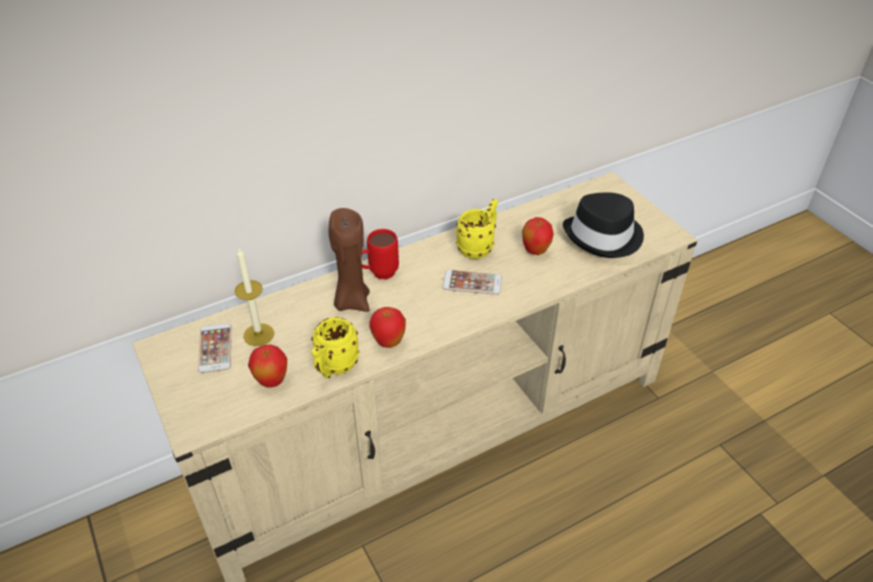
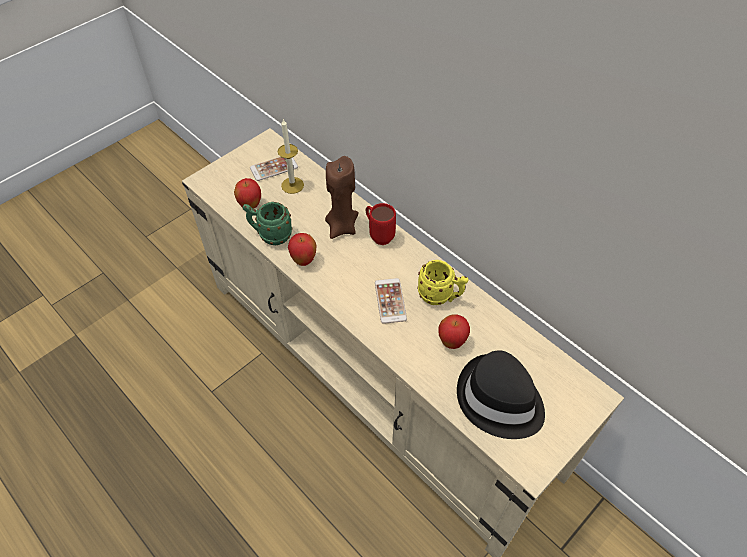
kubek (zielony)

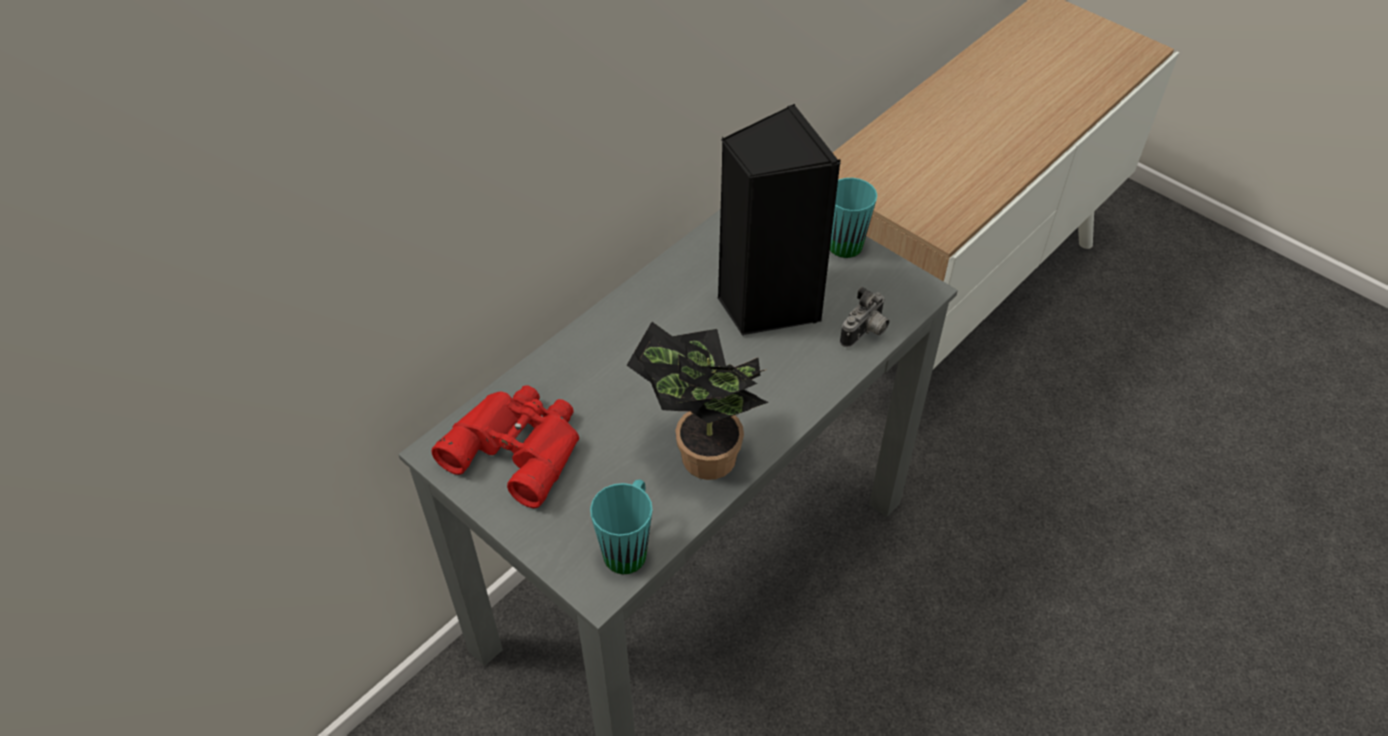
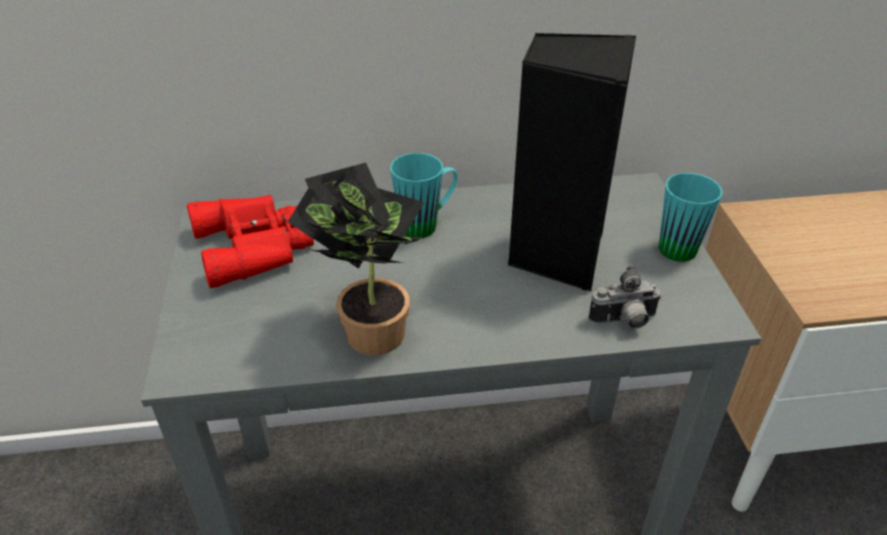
kubek (turkusowy) (no. 1 from left)

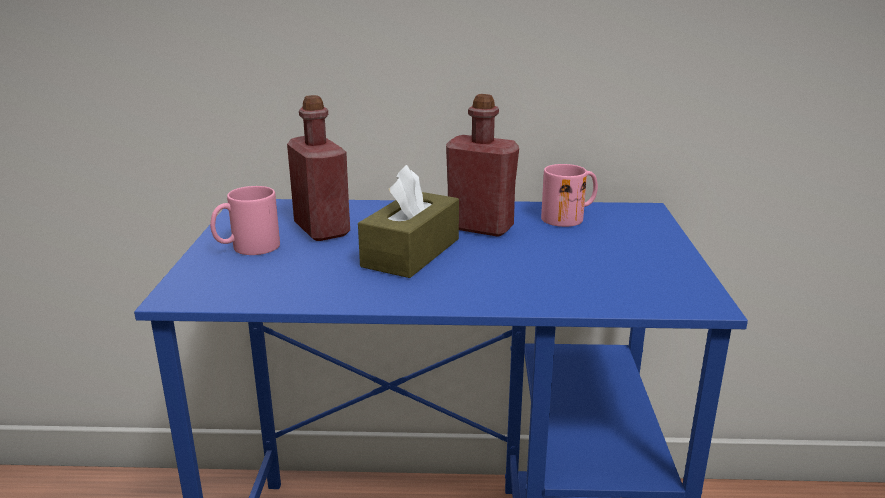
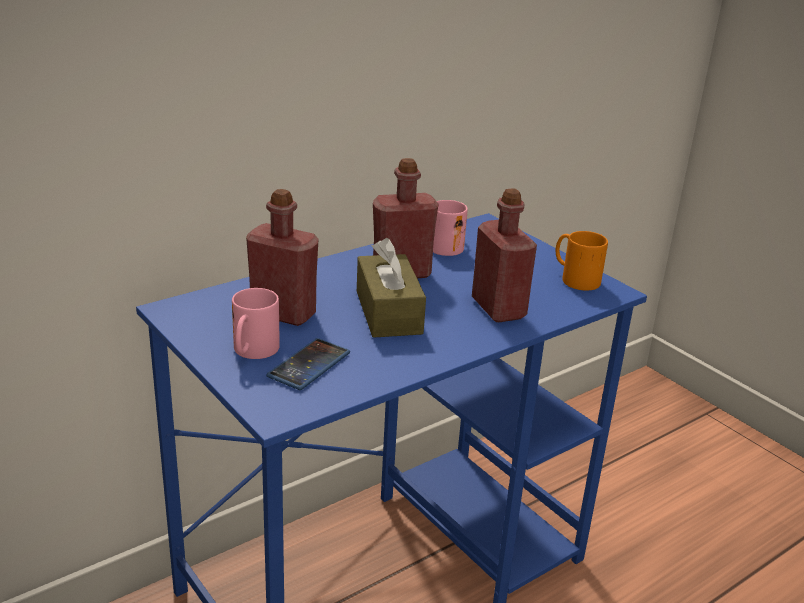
telefon
butelka (czerwony) (no. 3 from left)
kubek (pomarańczowy)

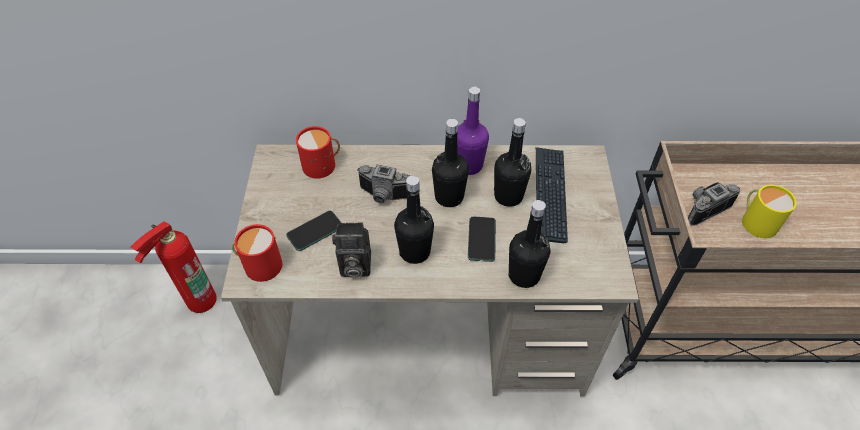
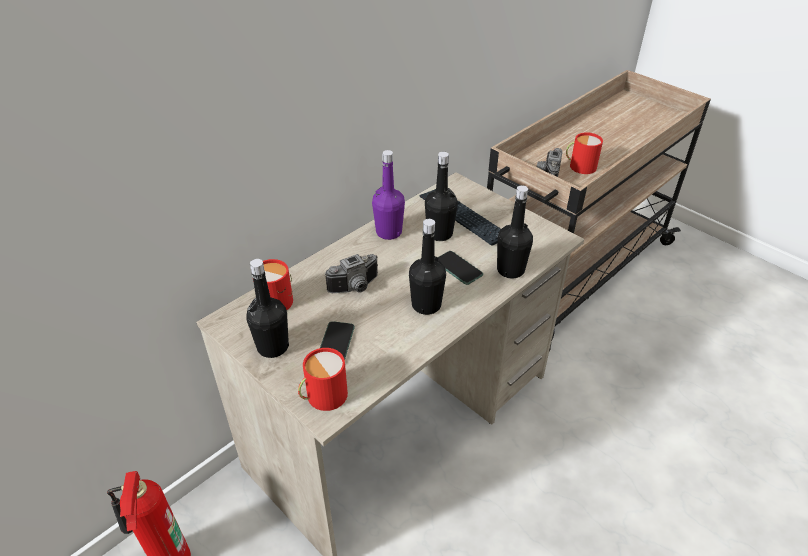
aparat fotograficzny (no. 1 from left in the first image)
butelka (czarny) (no. 1 from left)
kubek (czerwony) (no. 3 from left)

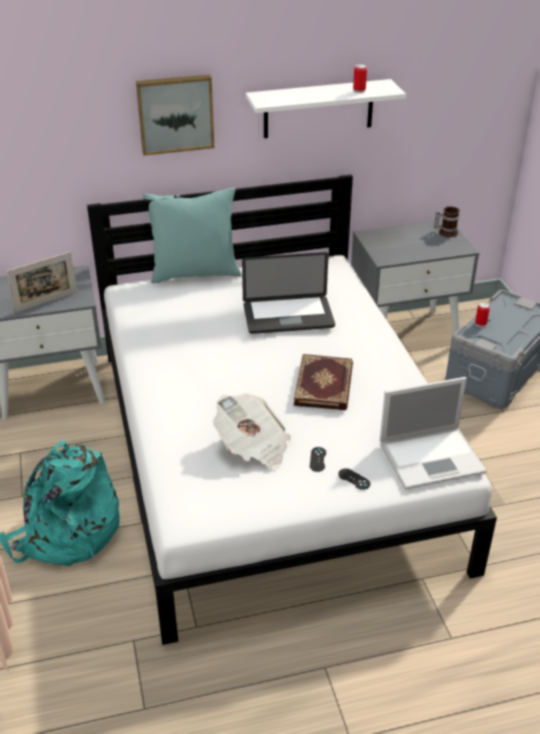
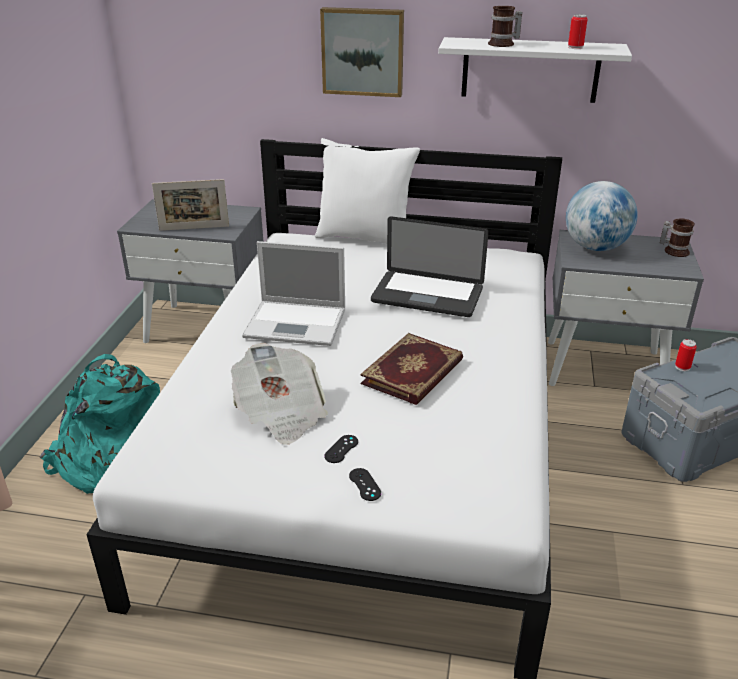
poduszka (biały)
laptop (no. 1 from left)
kubek (no. 1 from left)
globus

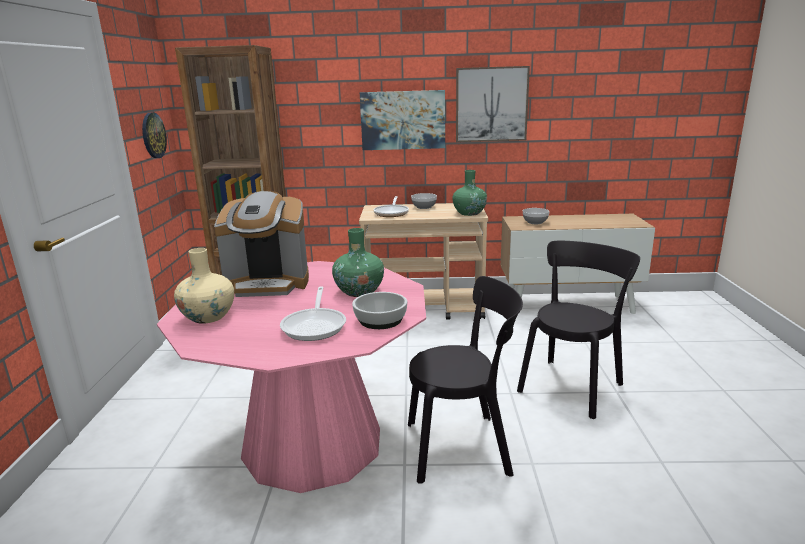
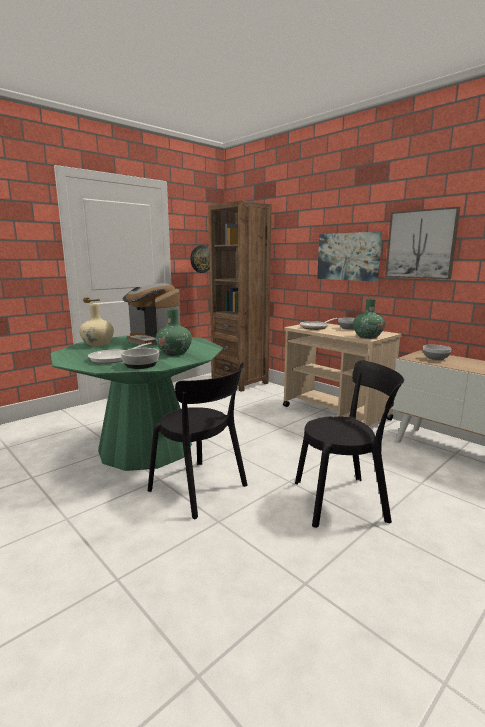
stół jadalny (zielony)

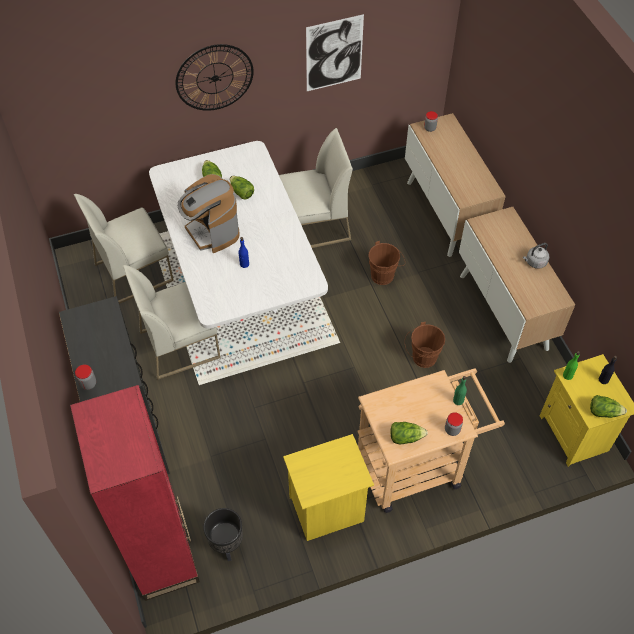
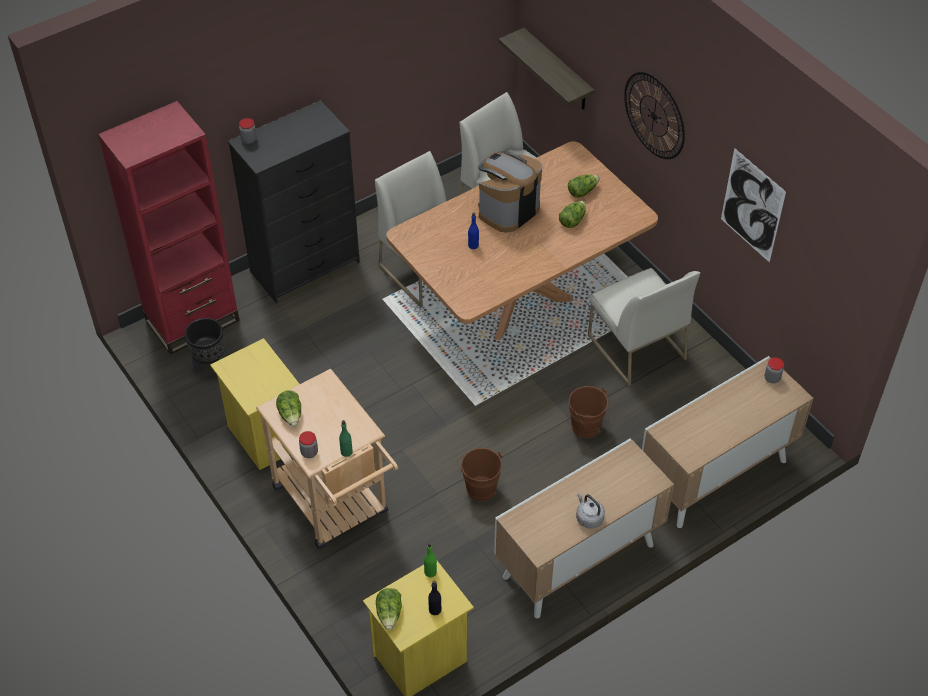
stół jadalny (brązowy)
półka

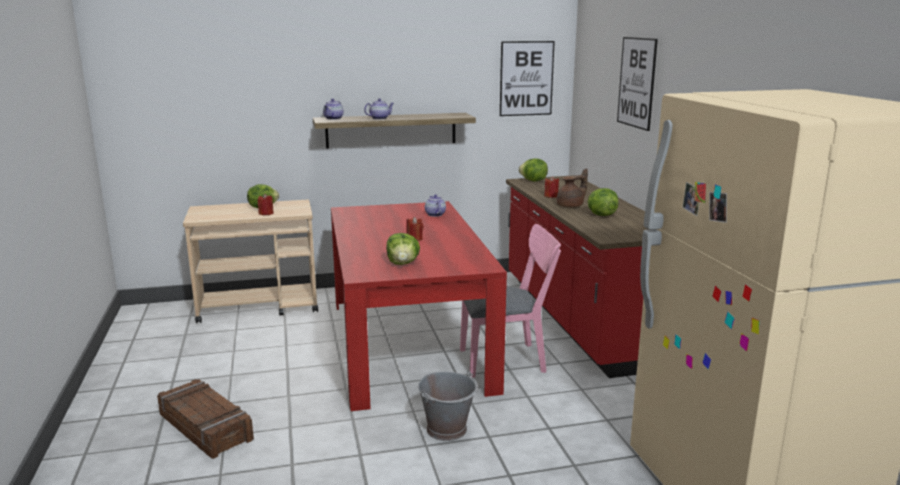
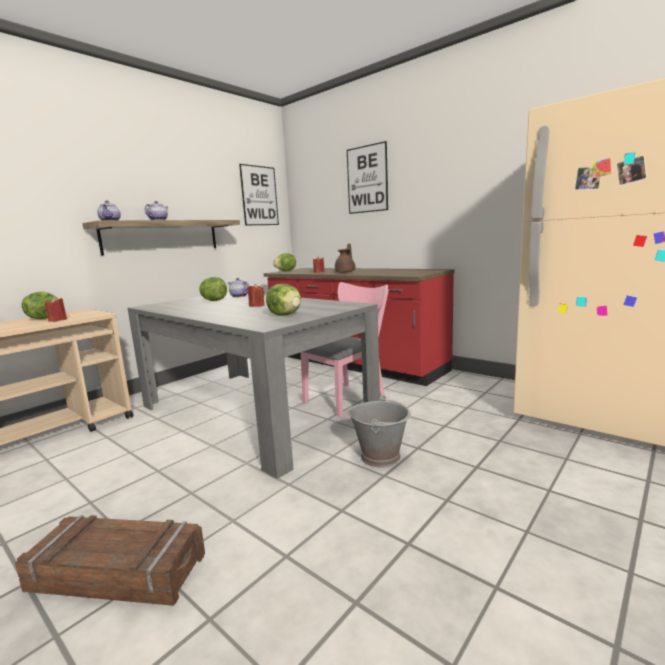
stół jadalny (szary)
sałata (no. 2 from left)

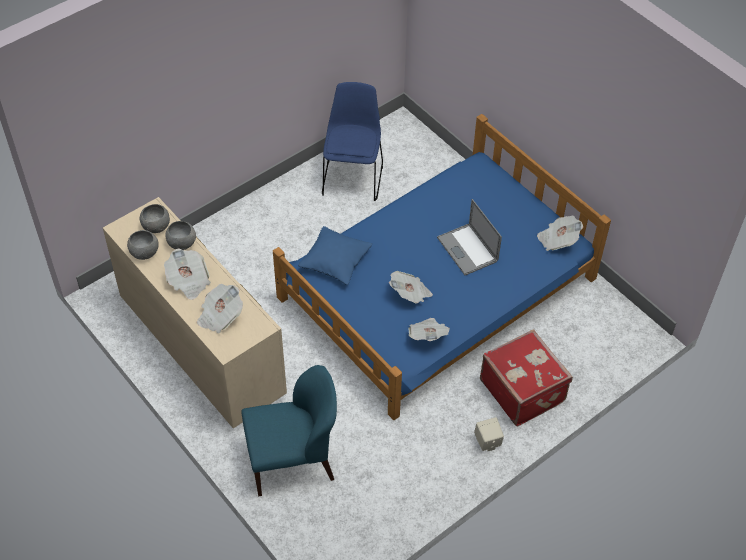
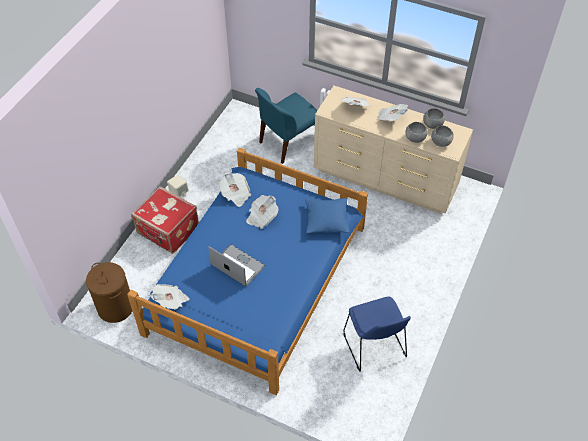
kosz na pranie (brązowy)

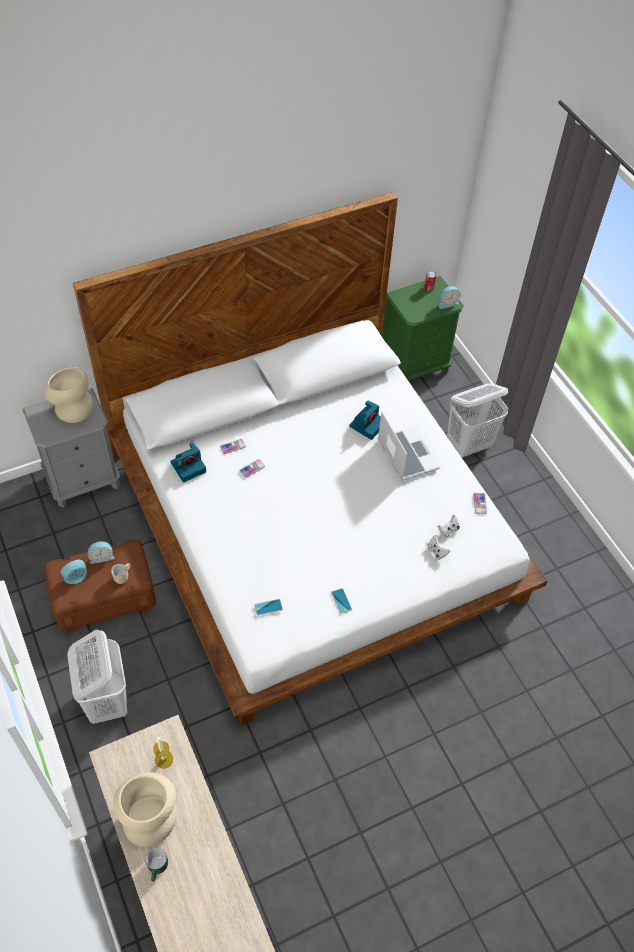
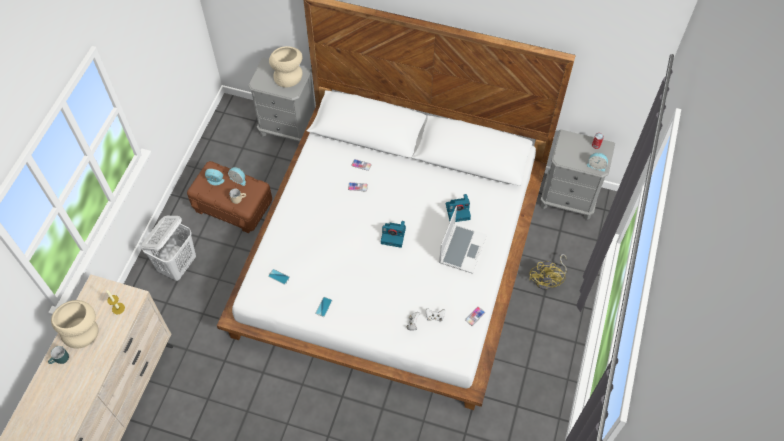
aparat fotograficzny (no. 1 from left)
szafka nocna (szary) (no. 2 from left)
wentylator (żółty)

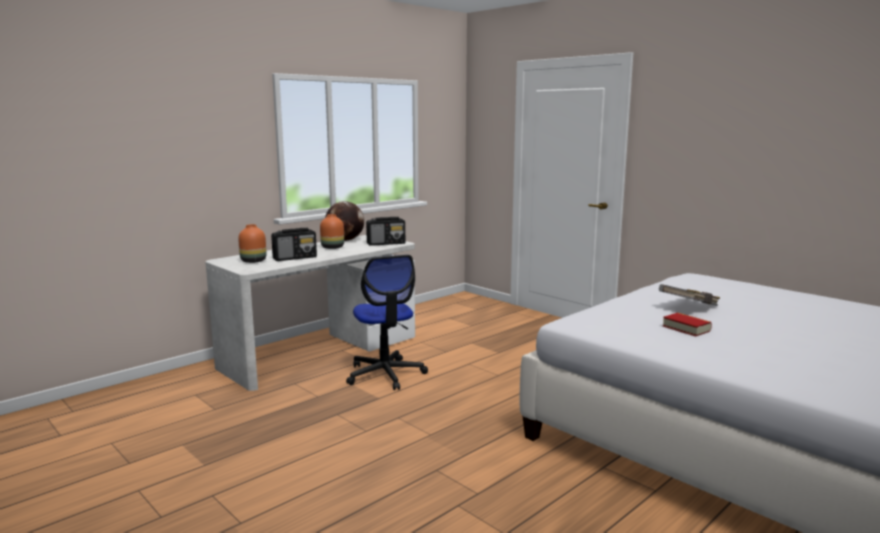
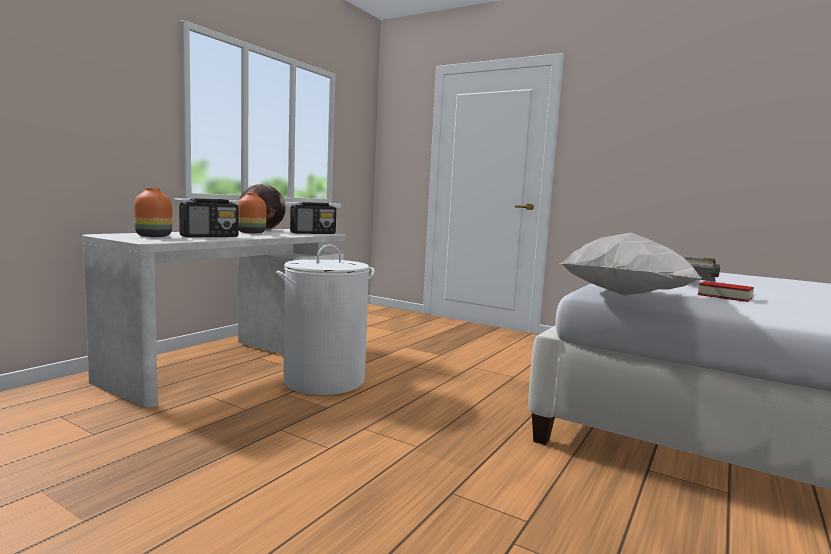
kosz na pranie (biały)
poduszka (biały)

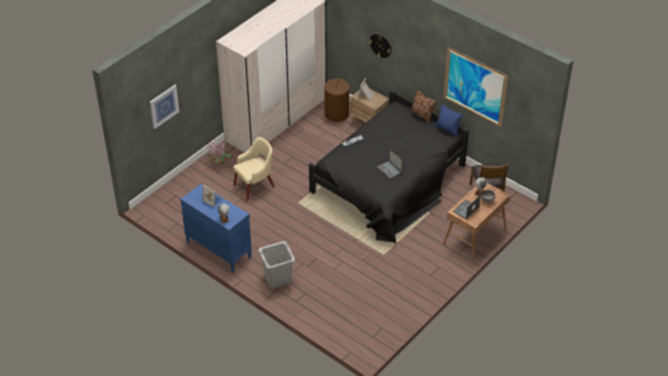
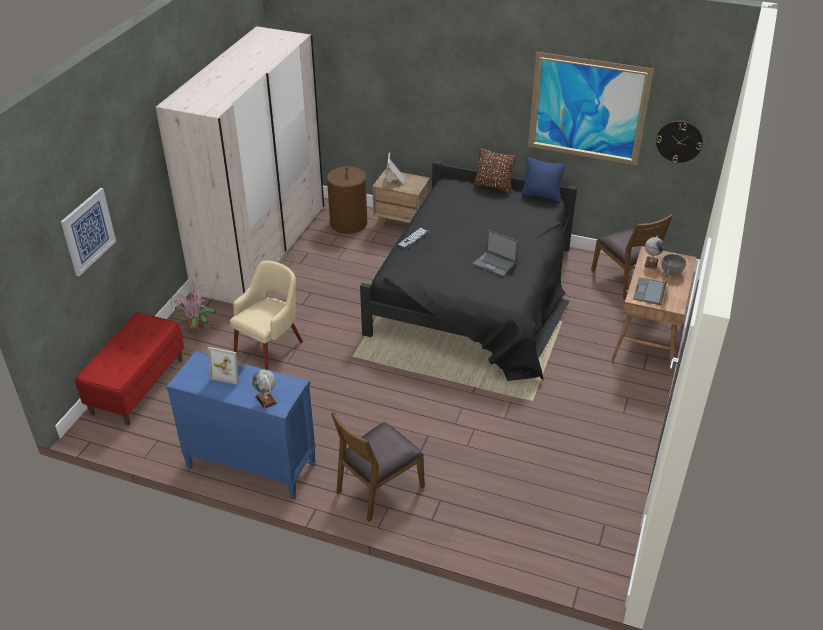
krzesło (brązowy) (no. 1 from left)
zegar ścienny
ławka (czerwony)

